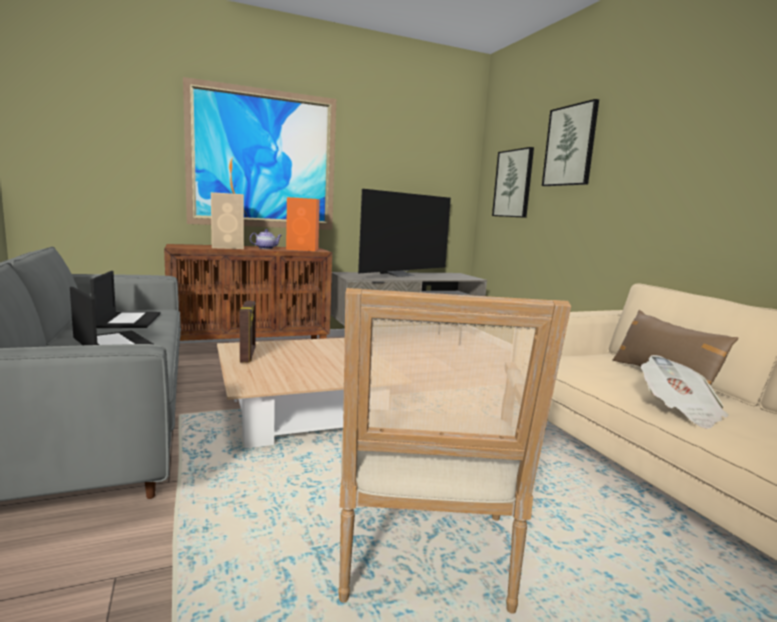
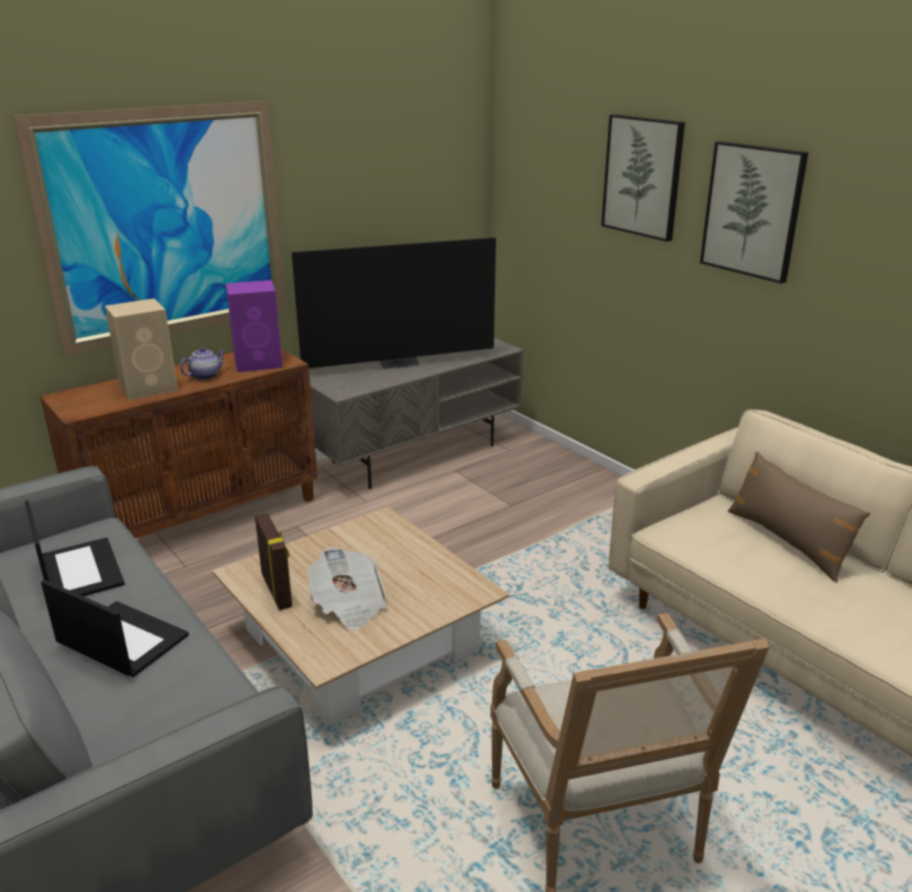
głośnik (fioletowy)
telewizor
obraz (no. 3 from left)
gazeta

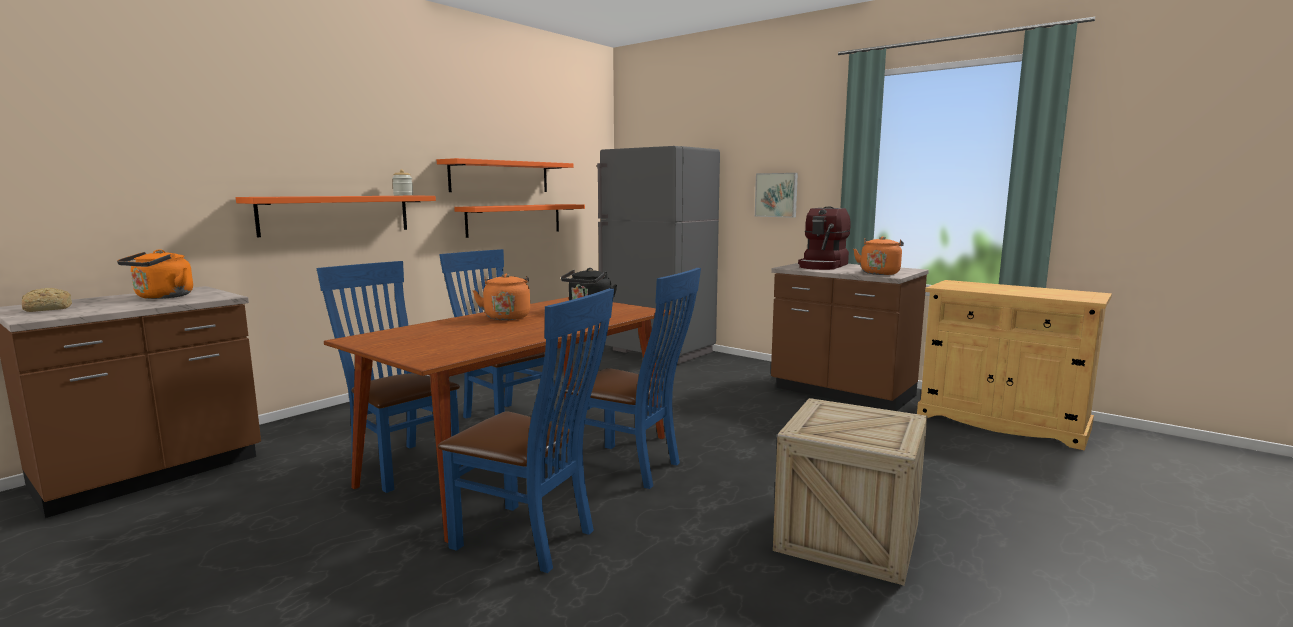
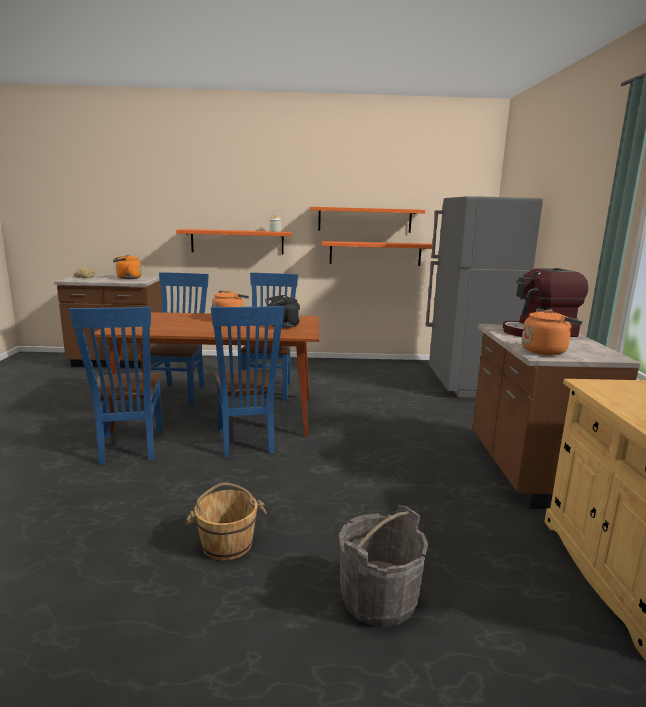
obraz
wiadro (brązowy)
wiadro (szary)

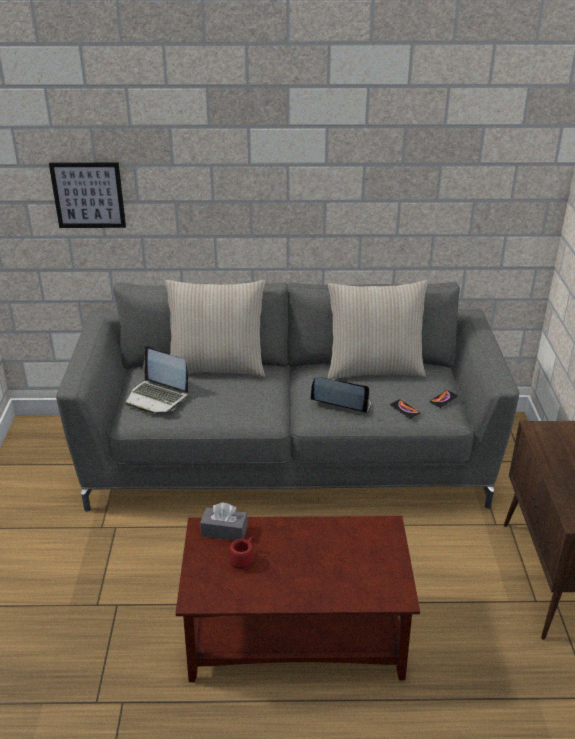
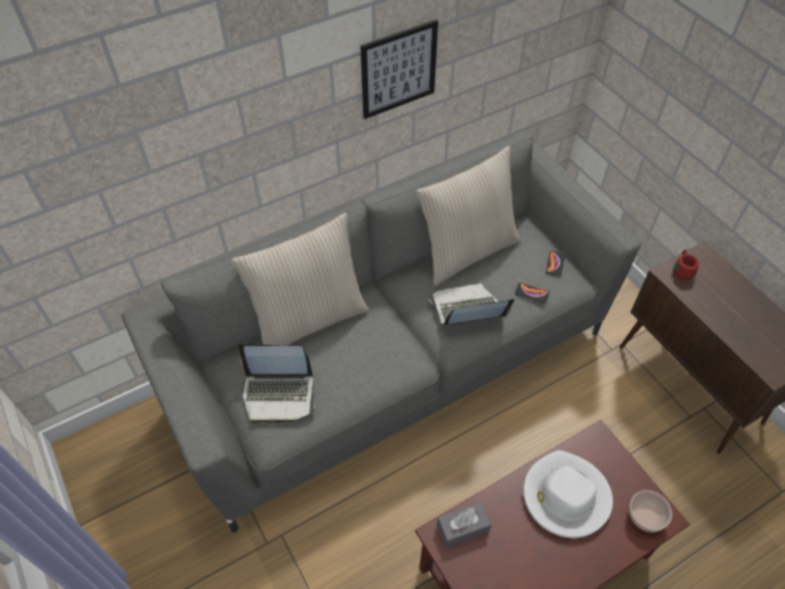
obraz
kubek (czerwony)
kapelusz (biały)
miska

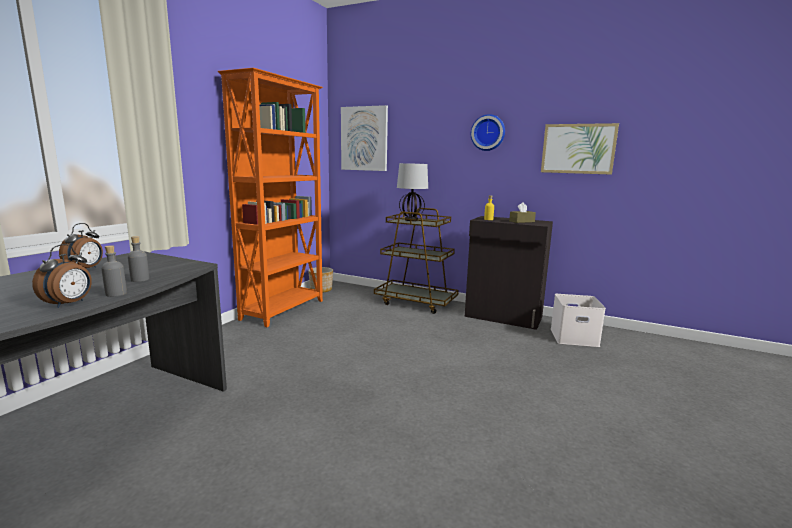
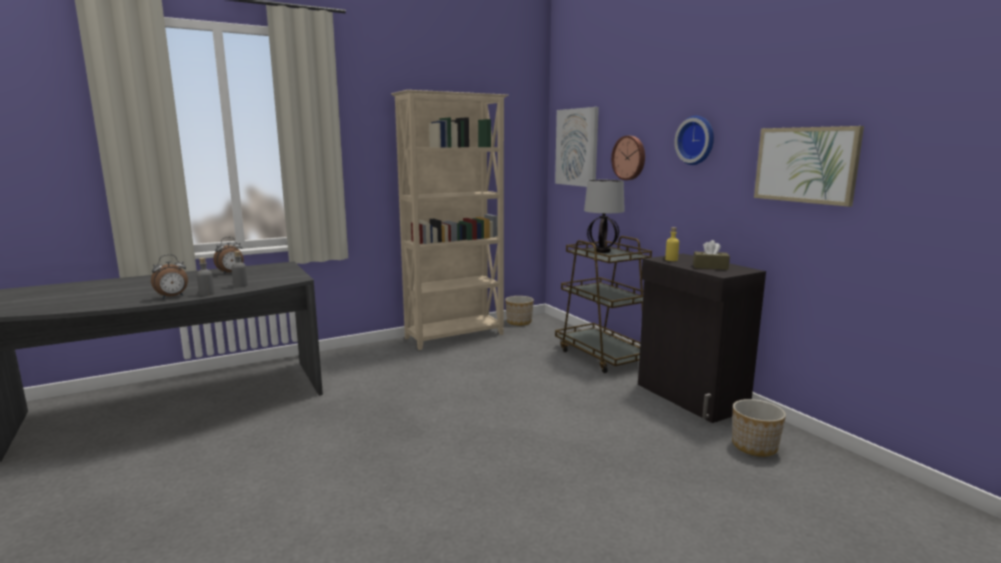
regał (beżowy)
donica (no. 2 from left)
zegar ścienny (no. 1 from left)

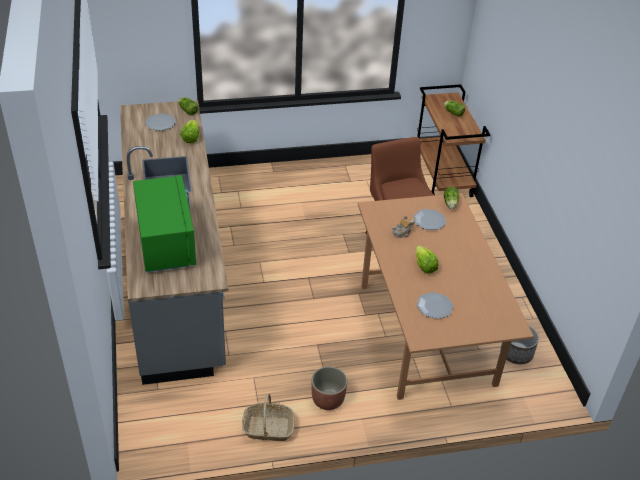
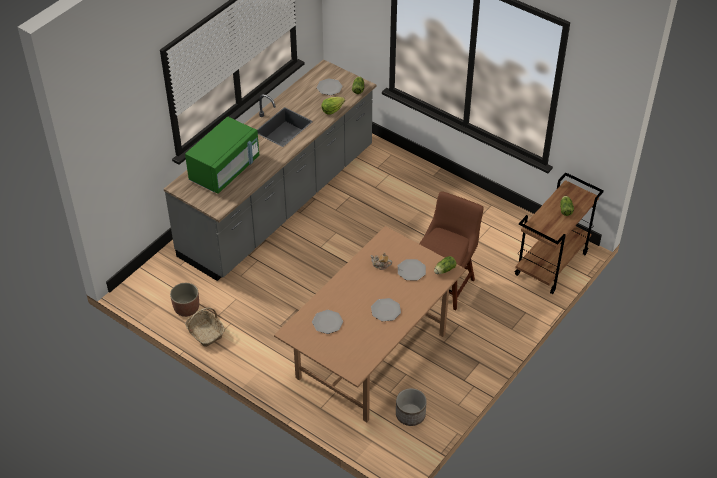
donica (no. 1 from left)
sałata (no. 3 from left in the first image)
talerz (no. 3 from left)

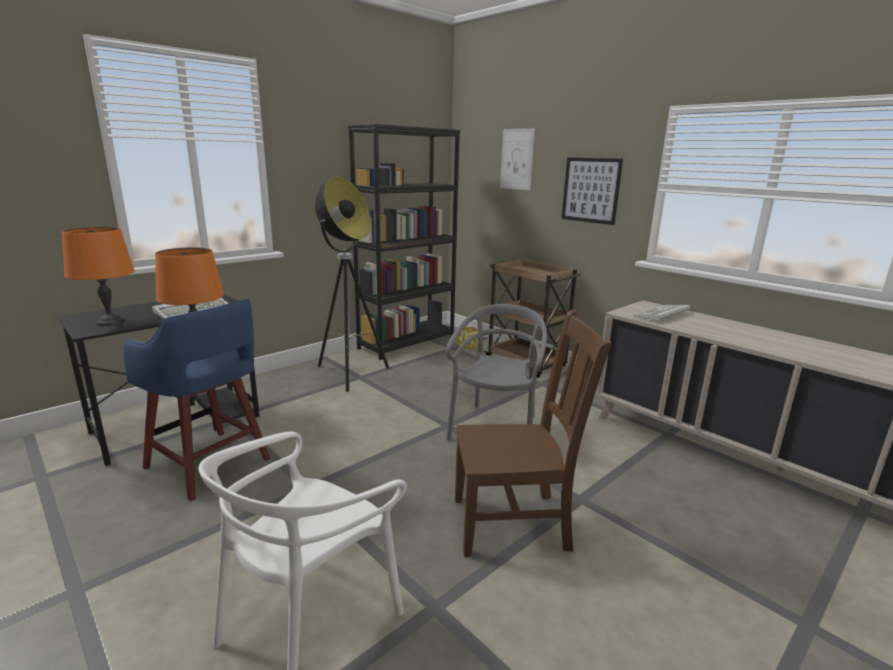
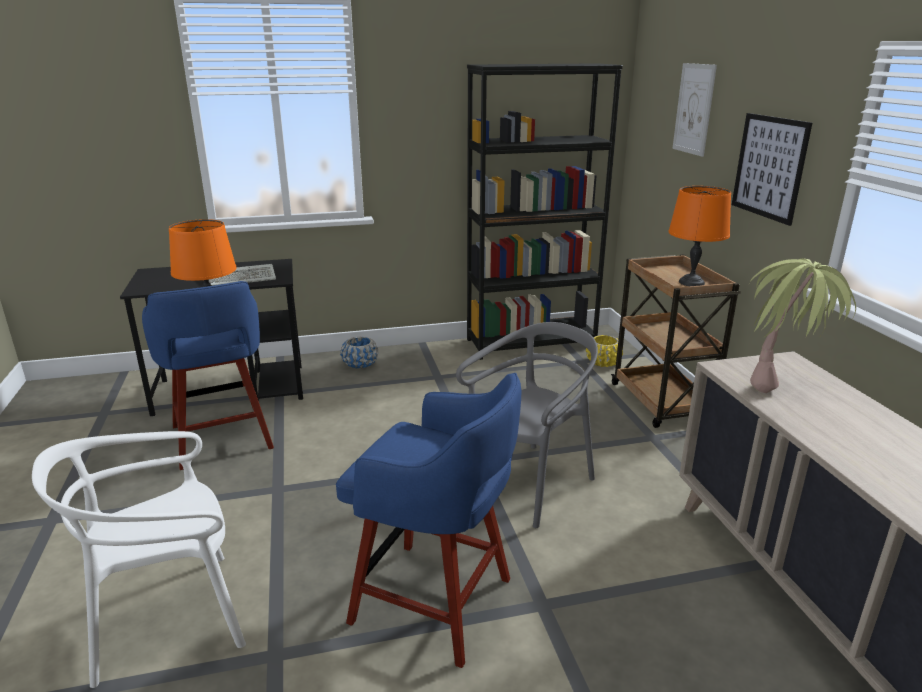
lampa stołowa (pomarańczowy) (no. 2 from left)
lampa stojąca
stołek (niebieski) (no. 2 from left)
roślina doniczkowa
donica (niebieski)

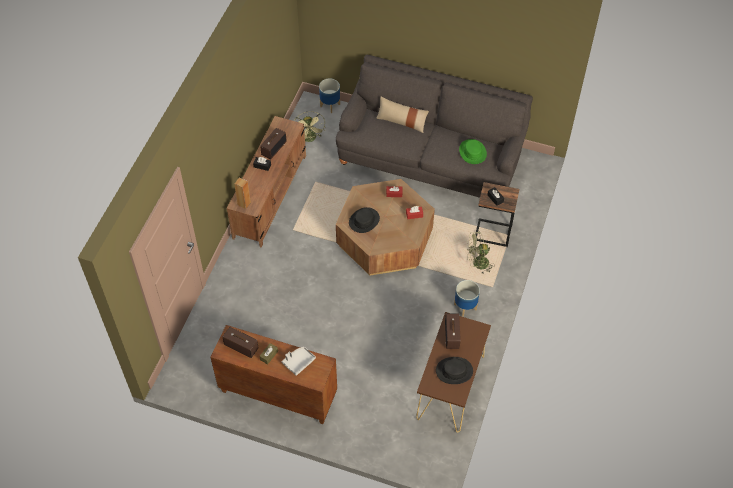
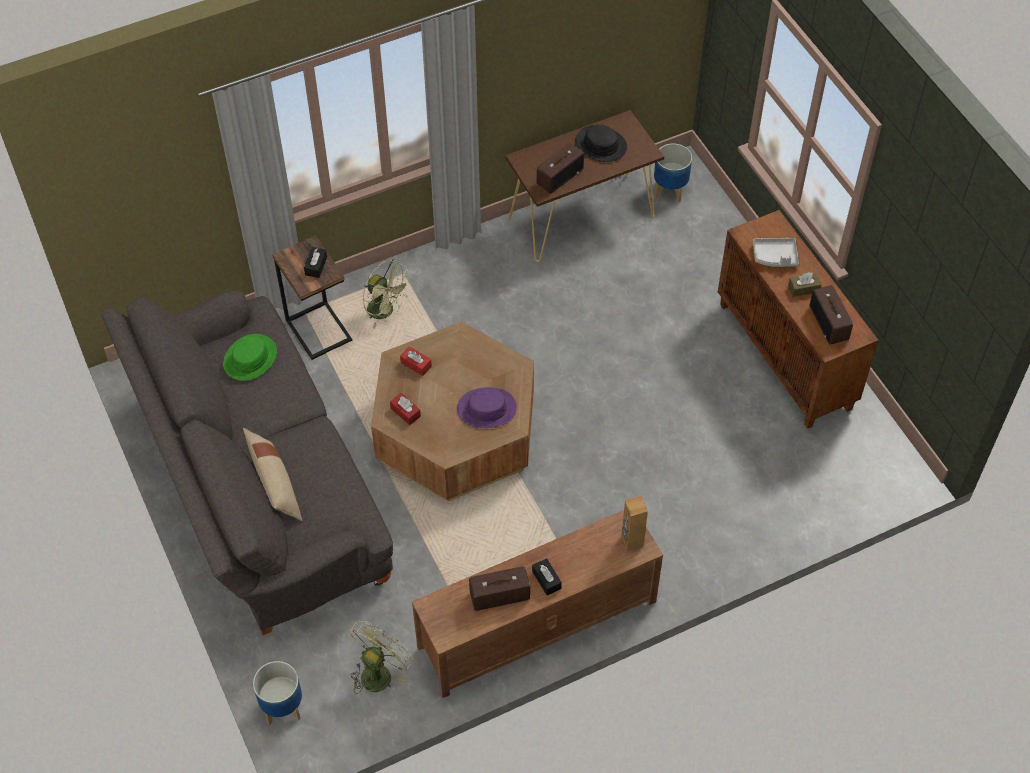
kapelusz (fioletowy)
donica (no. 2 from left)

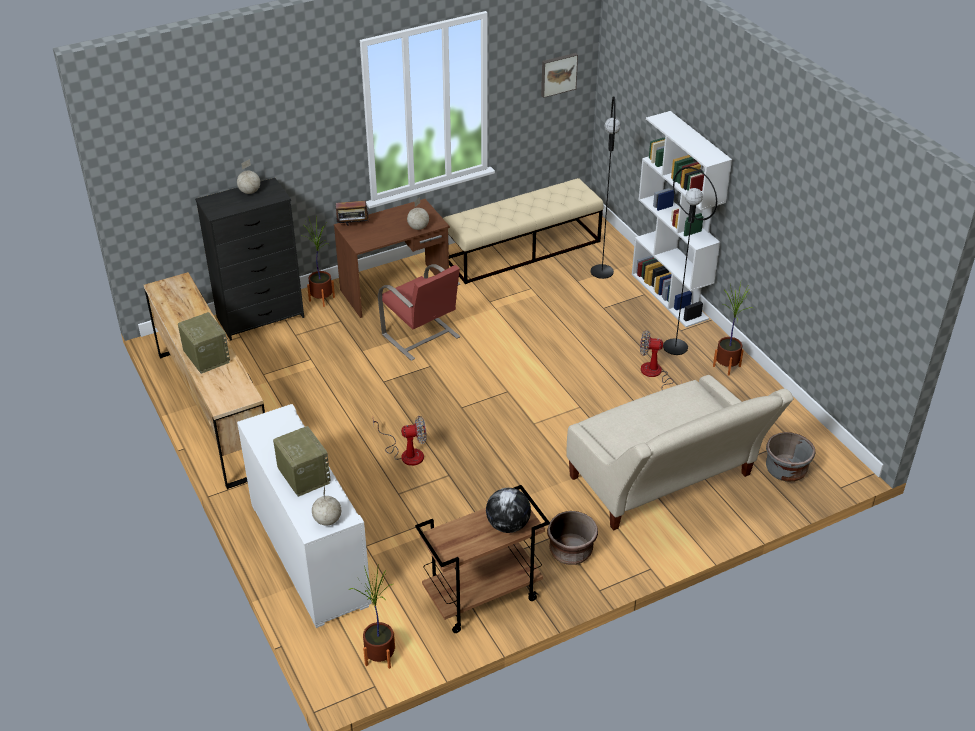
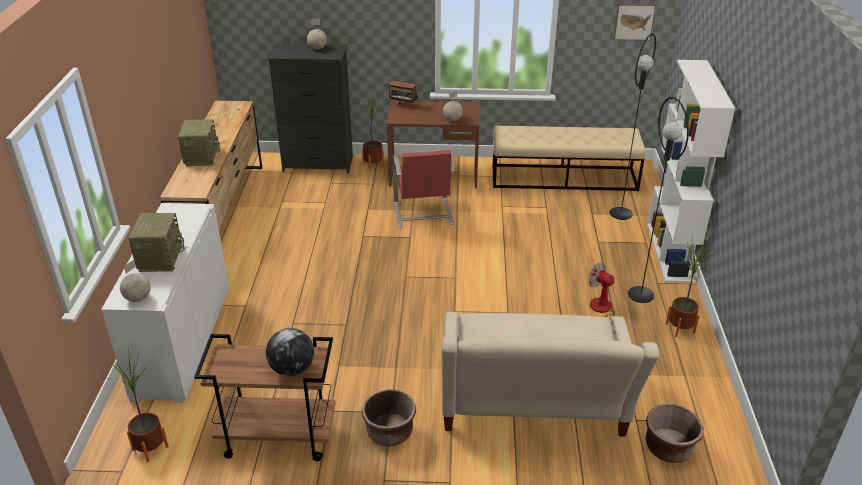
wentylator (no. 1 from left in the first image)
donica (brązowy) (no. 2 from left)

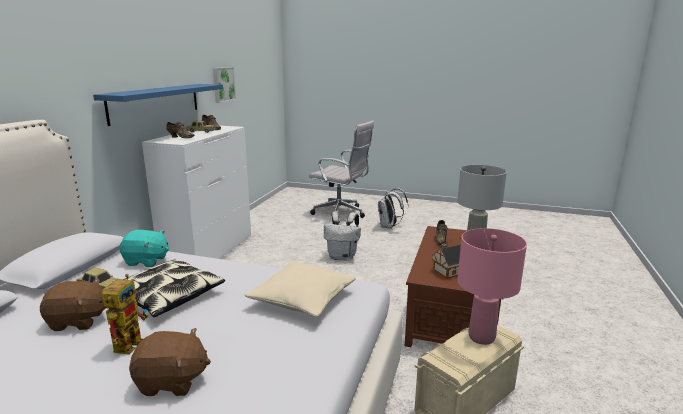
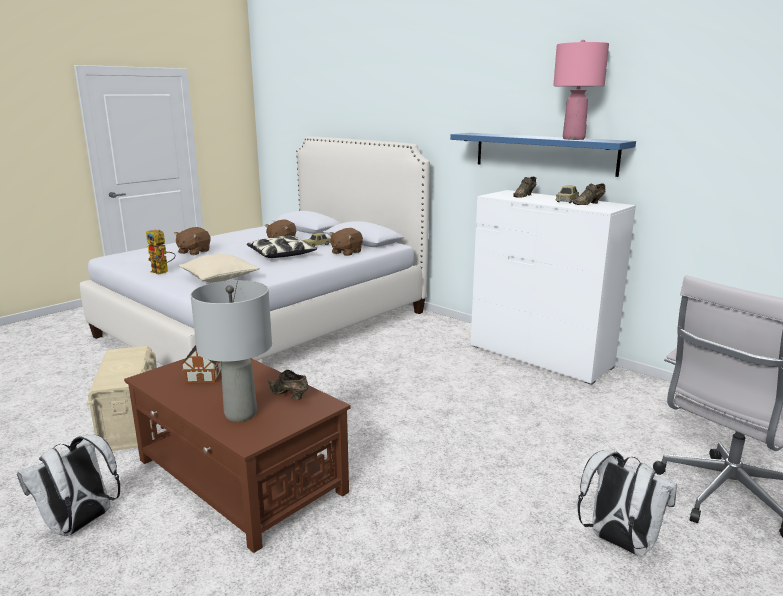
robot zabawkowy
pluszak (brązowy) (no. 3 from left)
obraz
plecak (biały) (no. 1 from left)
lampa stołowa (różowy)

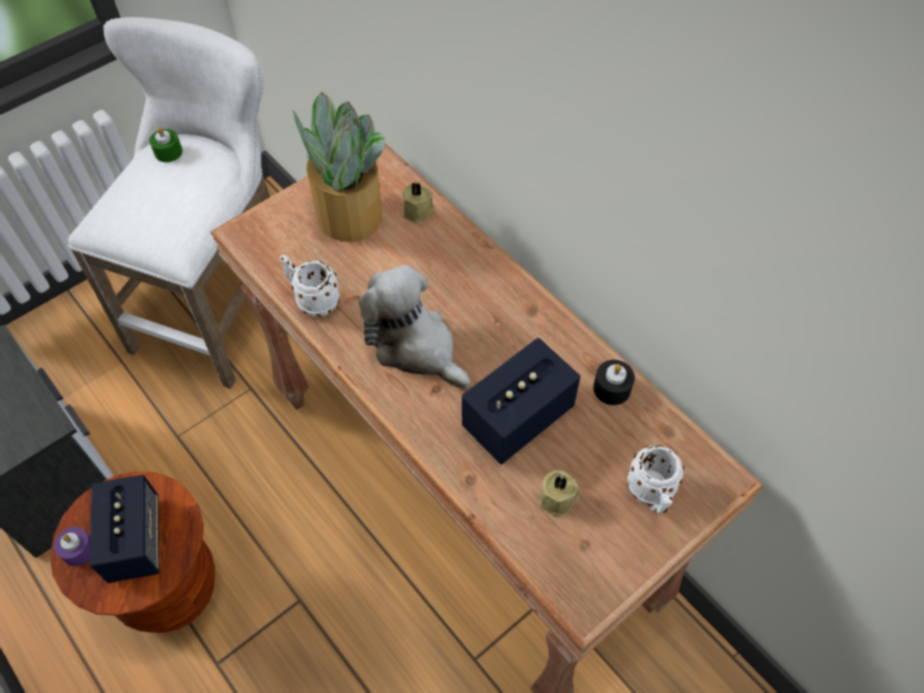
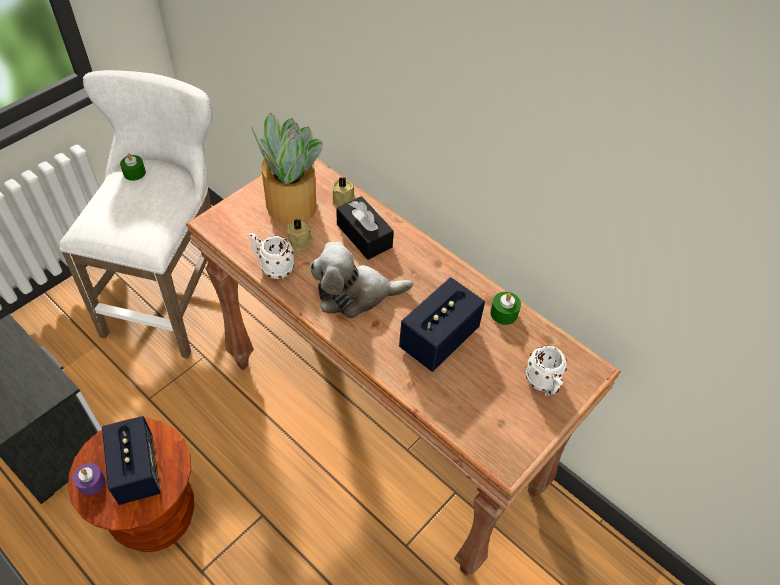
pluszak
świeca (beżowy) (no. 1 from left)
świeca (zielony) (no. 2 from left)
pudełko chusteczek (czarny)

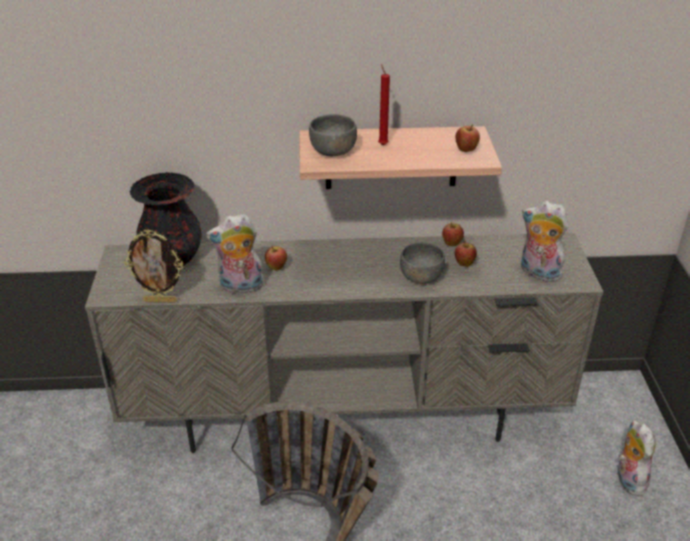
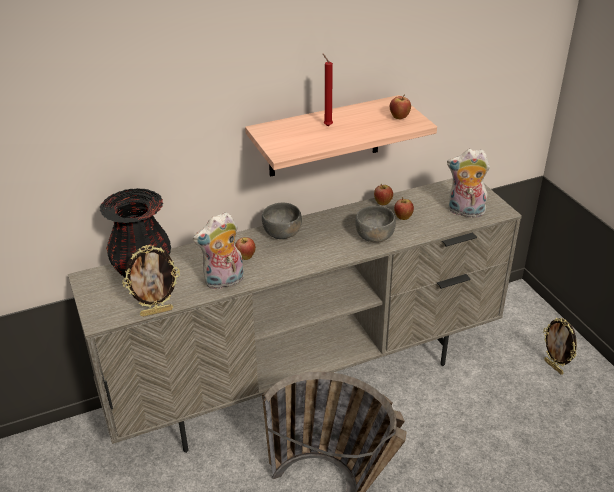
miska (szary) (no. 1 from left)
ramka na zdjęcie (no. 2 from left)

